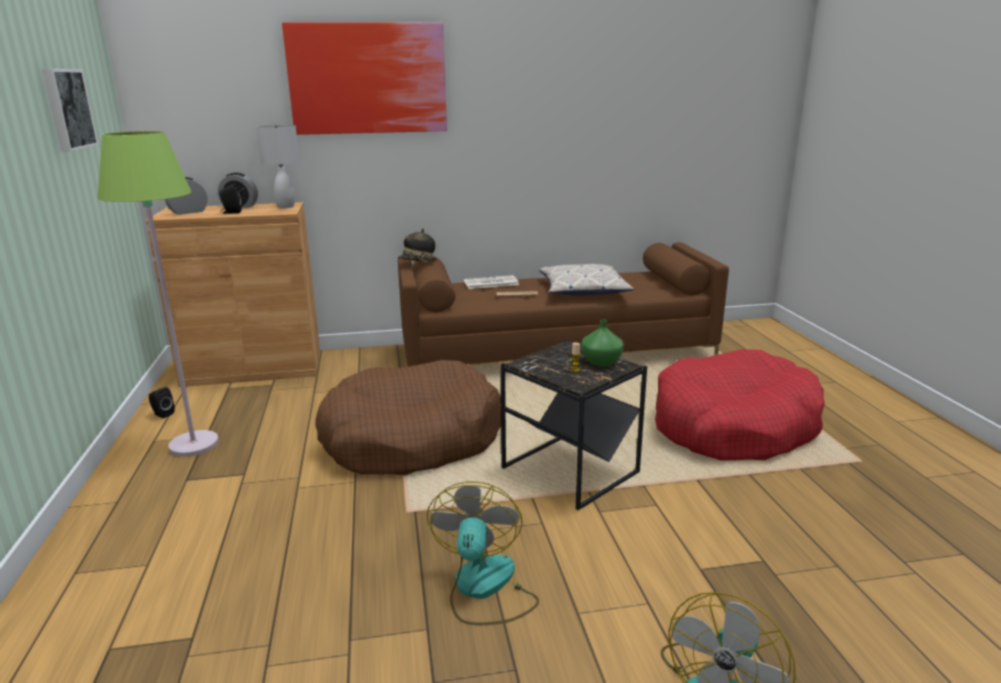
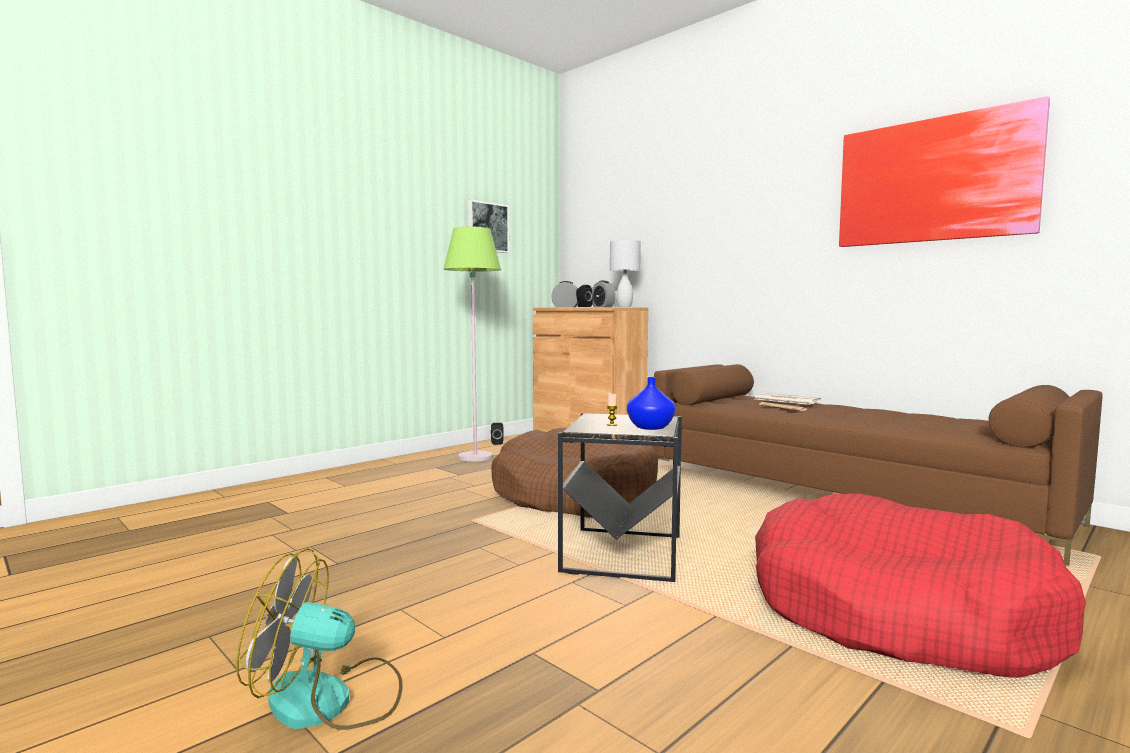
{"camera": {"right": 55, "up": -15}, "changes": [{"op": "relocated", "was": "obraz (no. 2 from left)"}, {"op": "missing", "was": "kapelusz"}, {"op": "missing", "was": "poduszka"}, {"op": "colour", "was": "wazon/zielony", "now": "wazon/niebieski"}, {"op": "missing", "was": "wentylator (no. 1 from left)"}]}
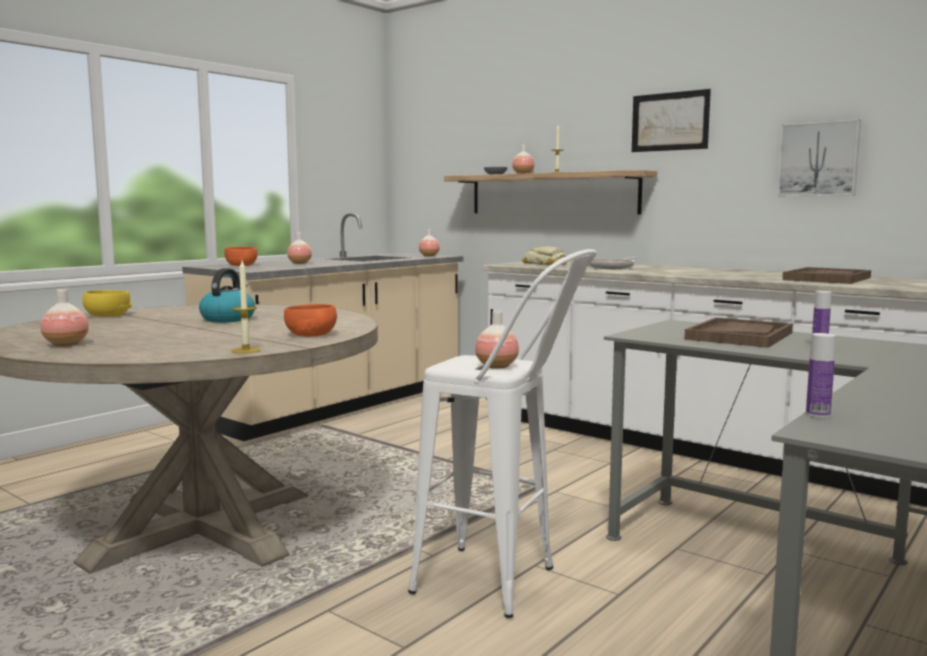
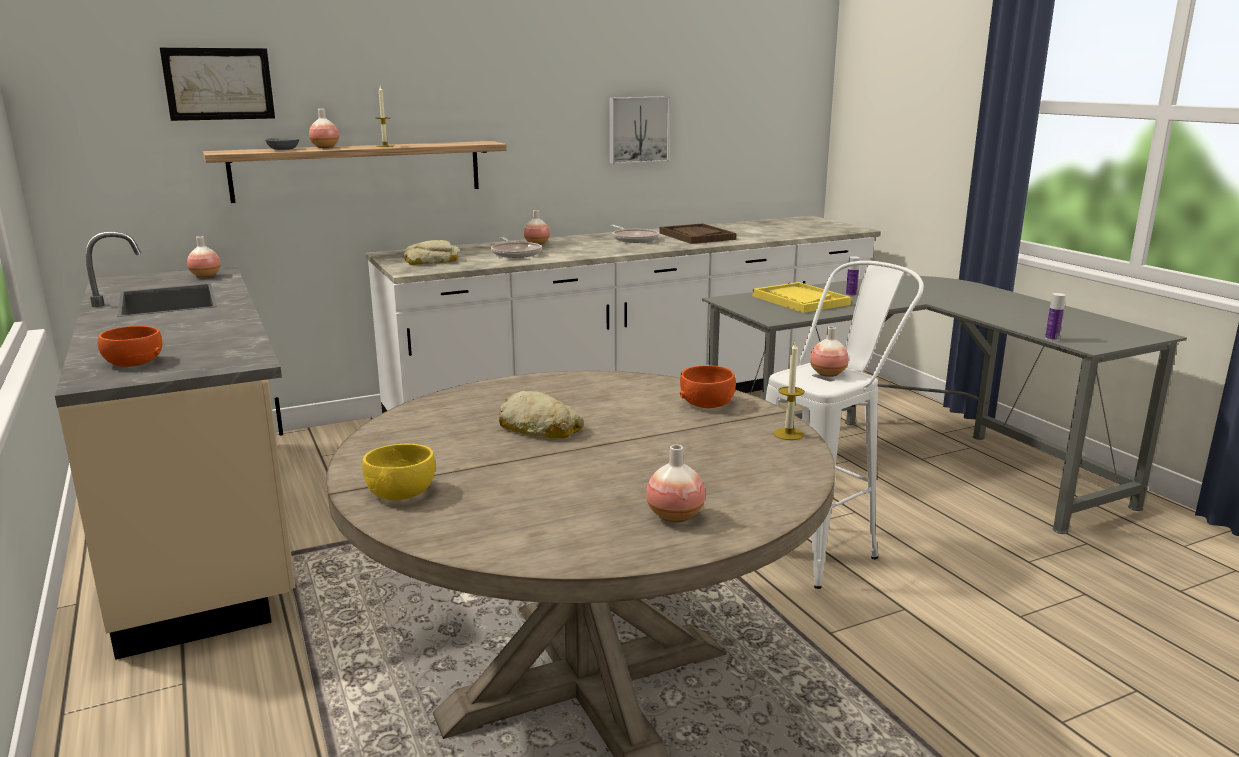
{"camera": {"right": -65, "up": 10}, "changes": [{"op": "relocated", "was": "obraz (no. 1 from left)"}, {"op": "relocated", "was": "wazon (no. 2 from left in the first image)", "now": "wazon (no. 3 from left)"}, {"op": "exchanged", "was": "czajnik", "now": "chleb (no. 2 from left)"}, {"op": "colour", "was": "taca/brązowy (no. 1 from left)", "now": "taca/żółty"}, {"op": "appeared", "now": "patelnia (no. 2 from left)"}]}
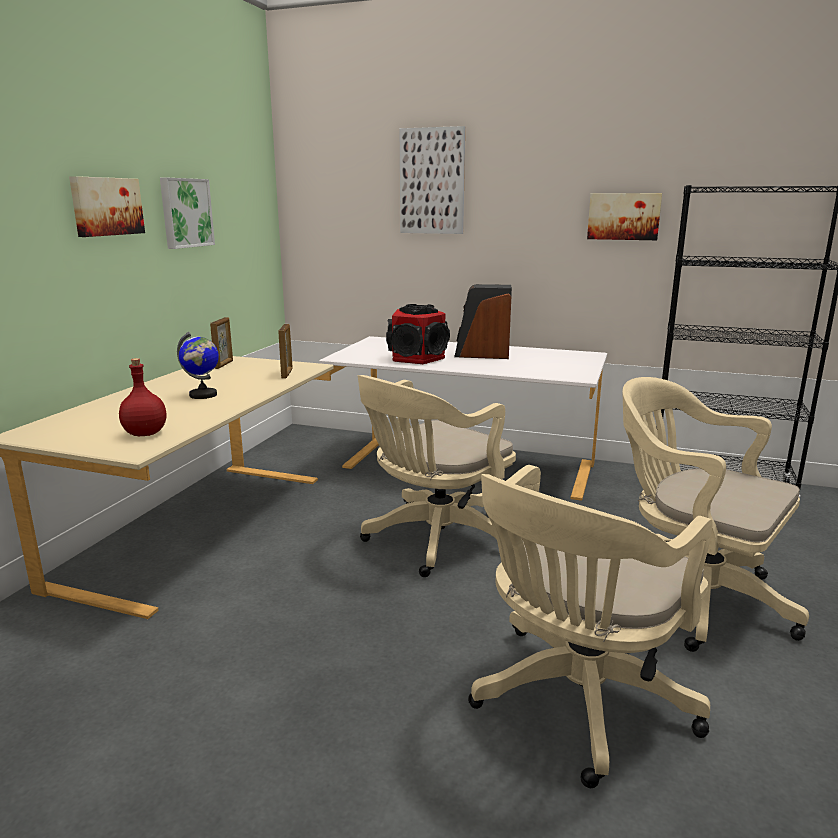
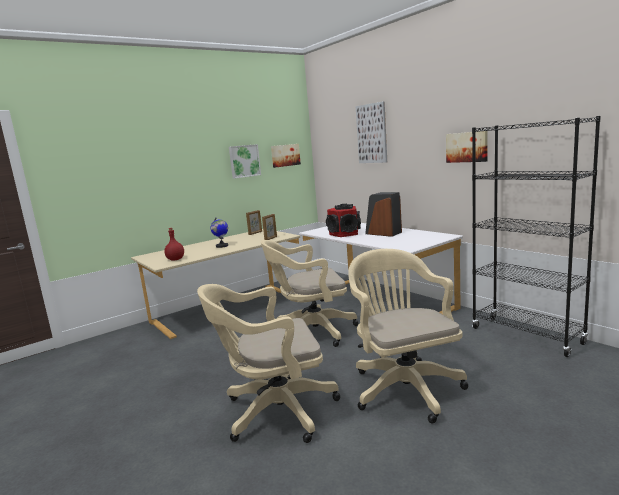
{"camera": {"right": 35, "up": -5}, "changes": [{"op": "relocated", "was": "obraz (no. 1 from left in the first image)", "now": "obraz (no. 2 from left)"}]}
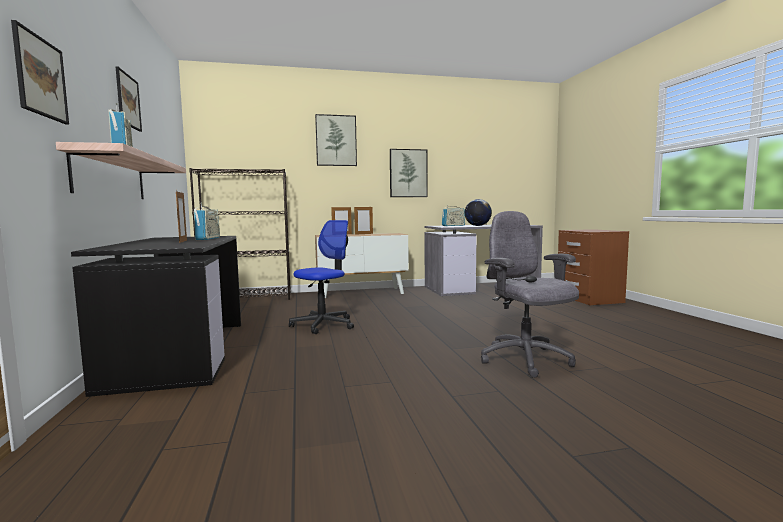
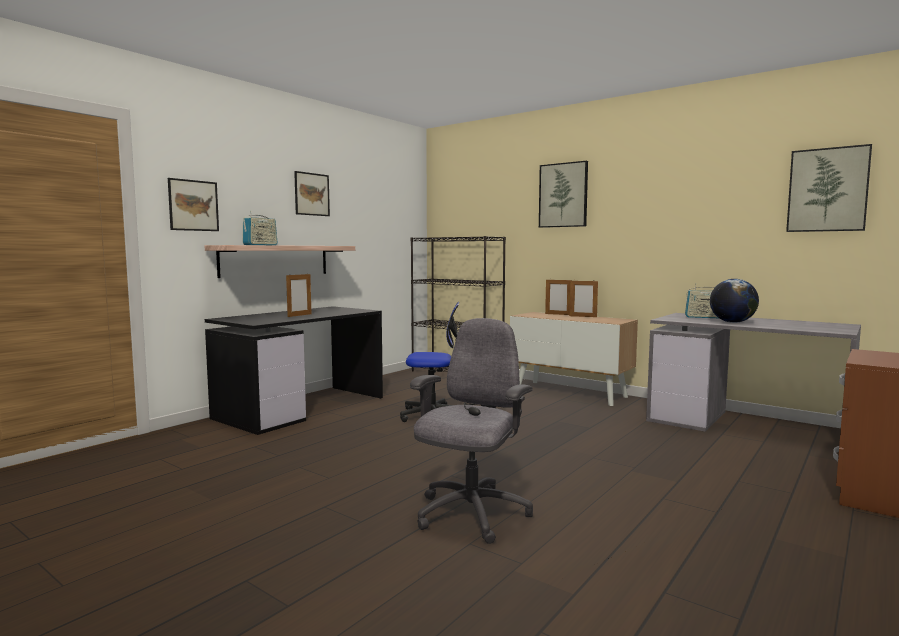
{"camera": {"right": 50, "up": 0}, "changes": [{"op": "relocated", "was": "obraz (no. 4 from left)"}, {"op": "missing", "was": "radio (no. 2 from left)"}]}
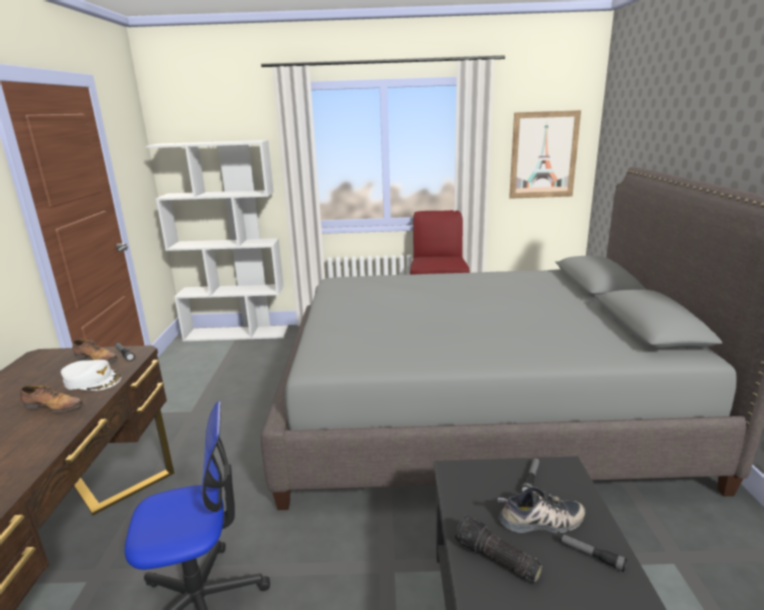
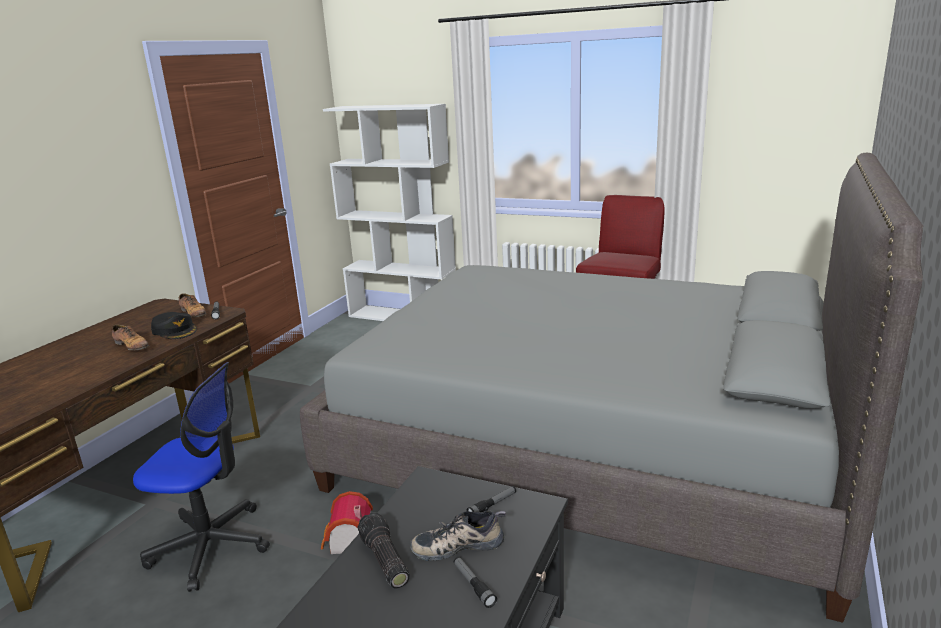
{"camera": {"right": 25, "up": 0}, "changes": [{"op": "missing", "was": "obraz"}, {"op": "colour", "was": "czapka z daszkiem/biały", "now": "czapka z daszkiem/czarny"}, {"op": "spun", "was": "but (no. 3 from left)", "clockwise": 150}, {"op": "appeared", "now": "domek"}]}
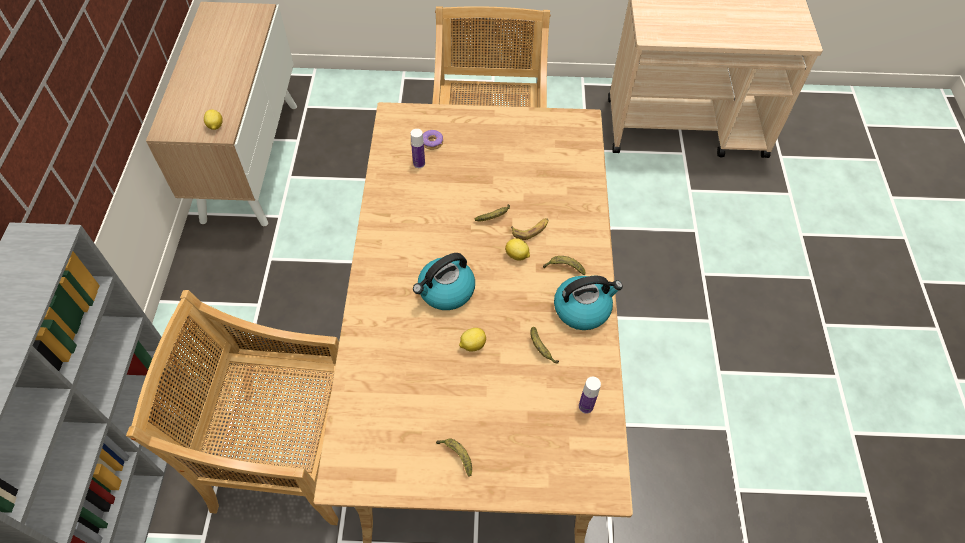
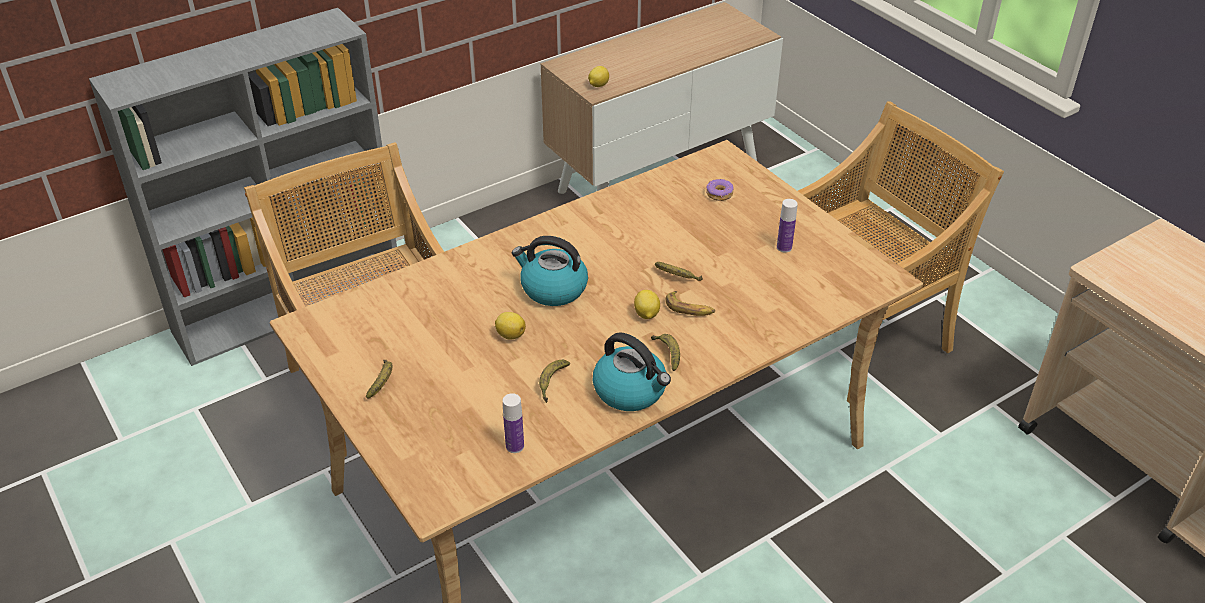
{"camera": {"right": 55, "up": -15}, "changes": [{"op": "relocated", "was": "butelka (no. 1 from left in the first image)", "now": "butelka (no. 2 from left)"}]}
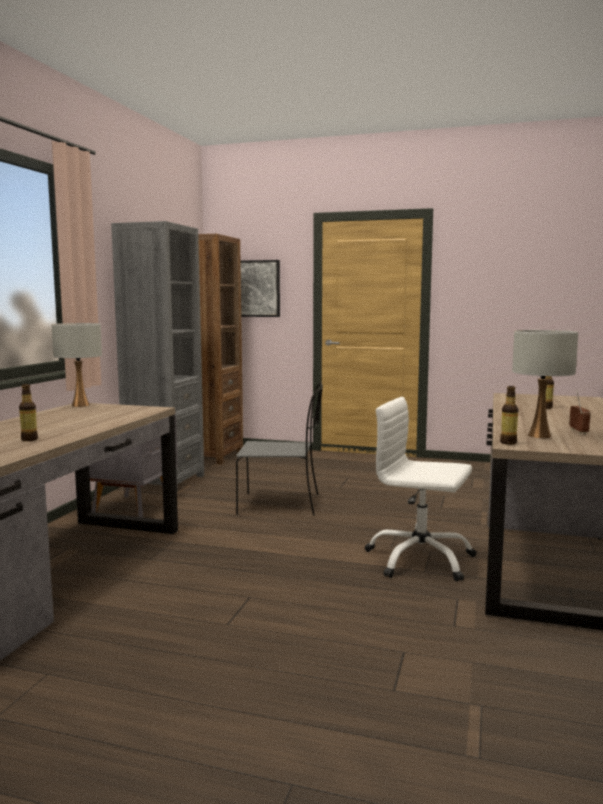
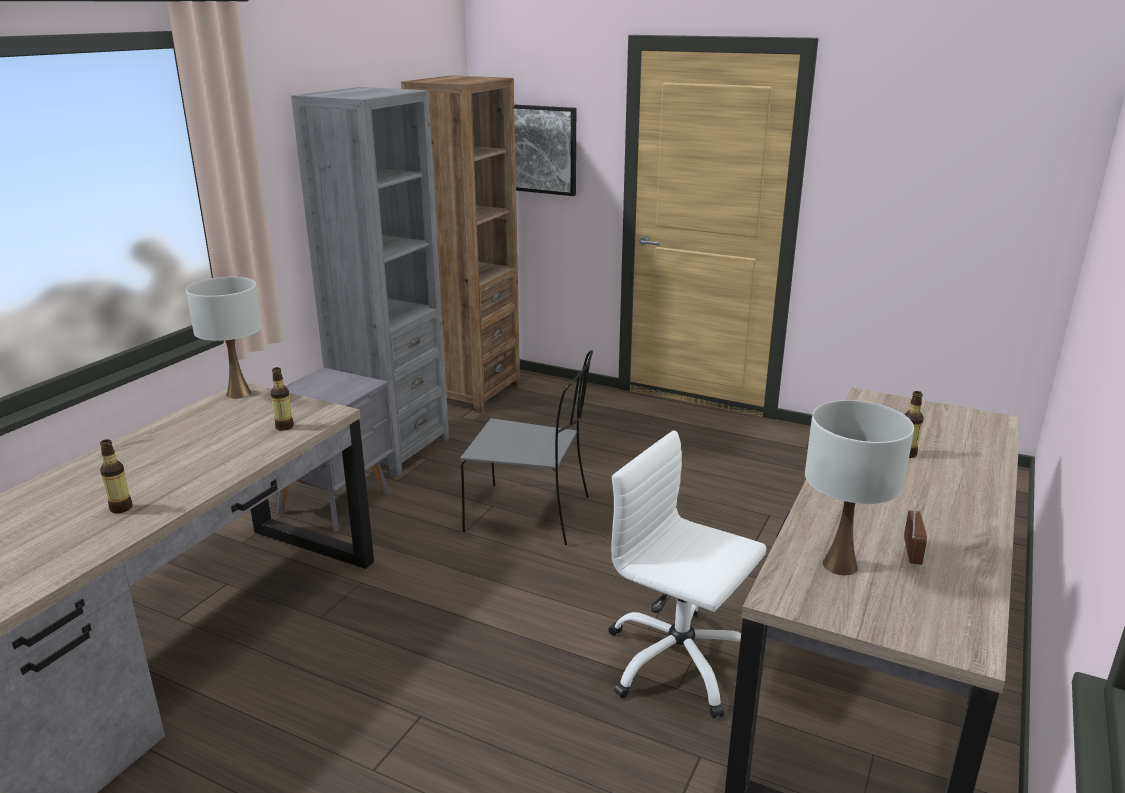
{"camera": {"right": 10, "up": 15}, "changes": [{"op": "relocated", "was": "butelka (no. 2 from left)"}]}
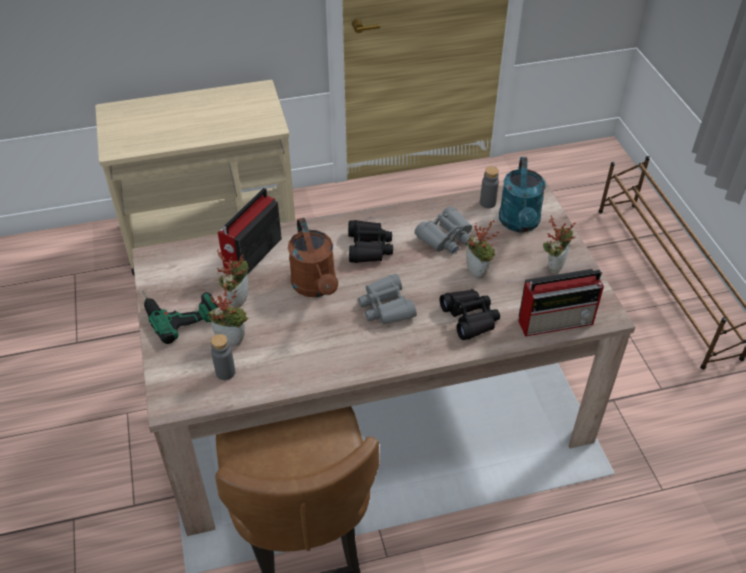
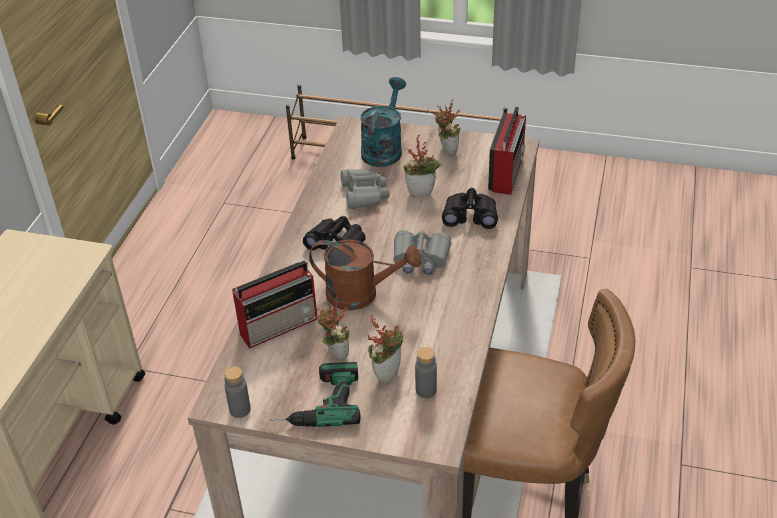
{"camera": {"right": -60, "up": -5}, "changes": [{"op": "spun", "was": "konewka/turkusowy", "clockwise": -105}, {"op": "relocated", "was": "butelka/szary (no. 2 from left in the first image)", "now": "butelka/szary (no. 1 from left)"}, {"op": "spun", "was": "radio (no. 1 from left)", "clockwise": -90}]}
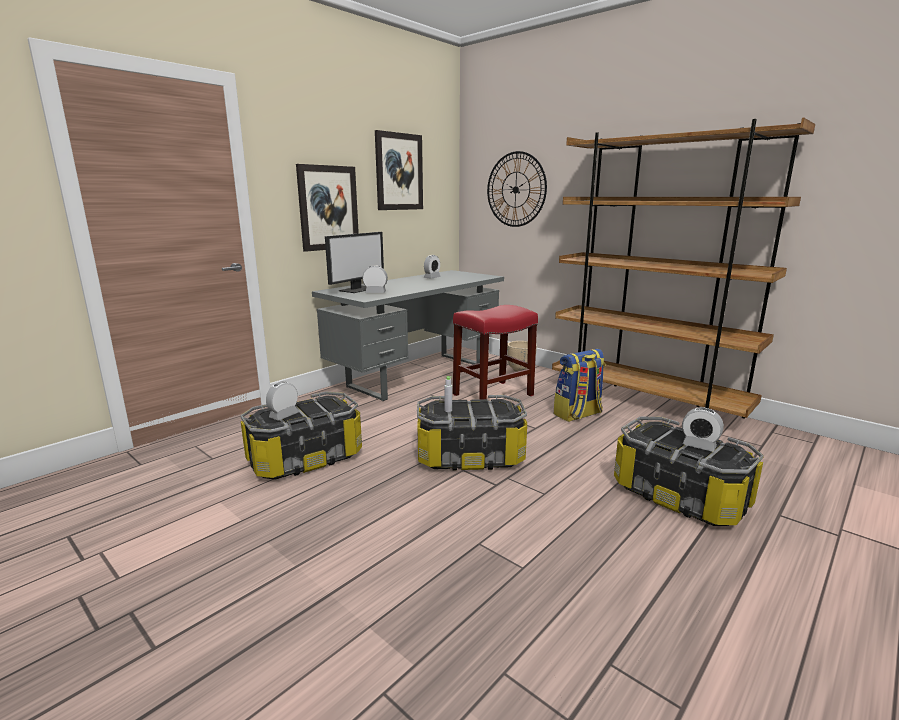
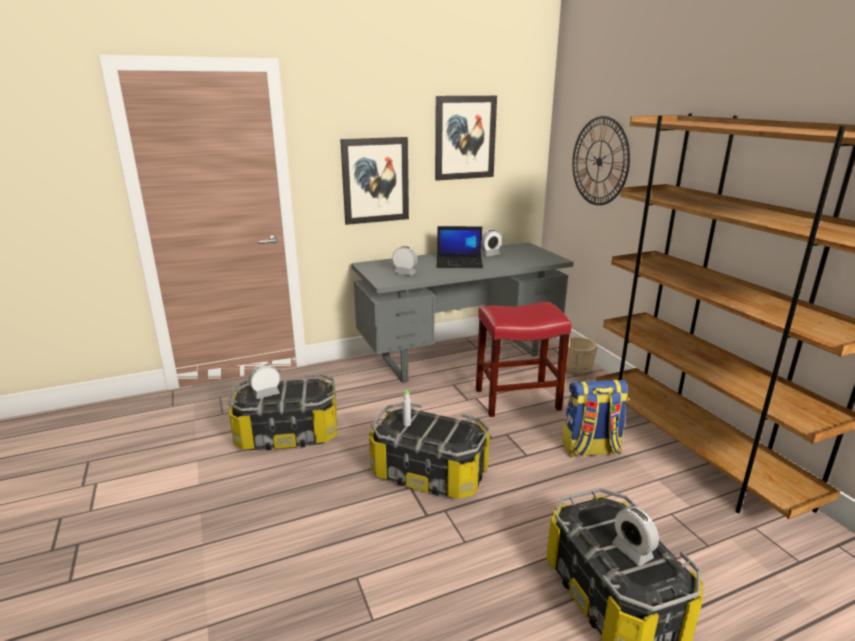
{"camera": {"right": 25, "up": 5}, "changes": [{"op": "missing", "was": "monitor"}, {"op": "appeared", "now": "laptop"}]}
